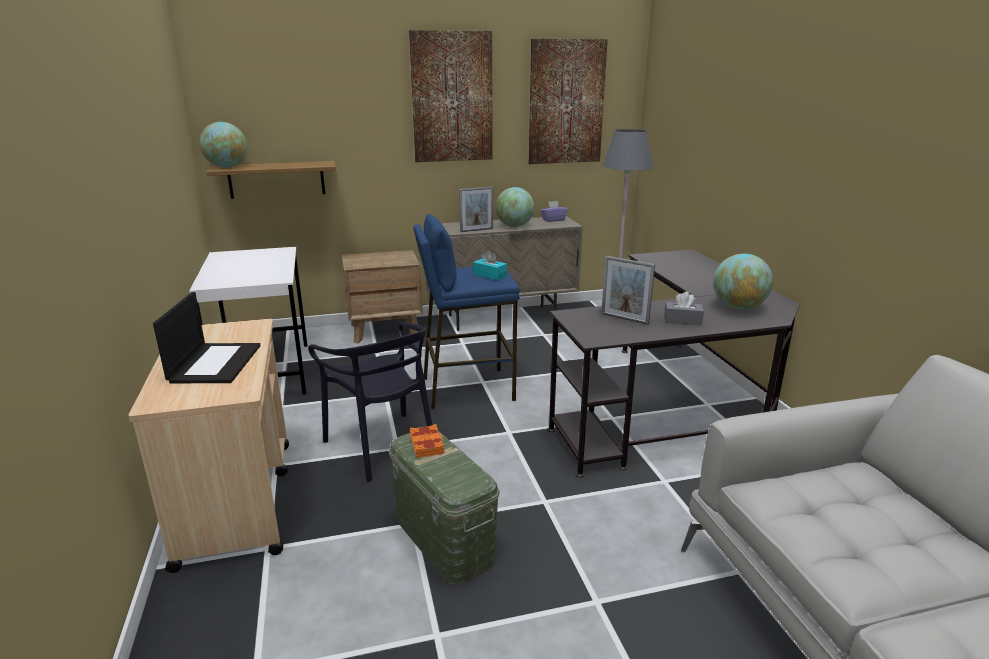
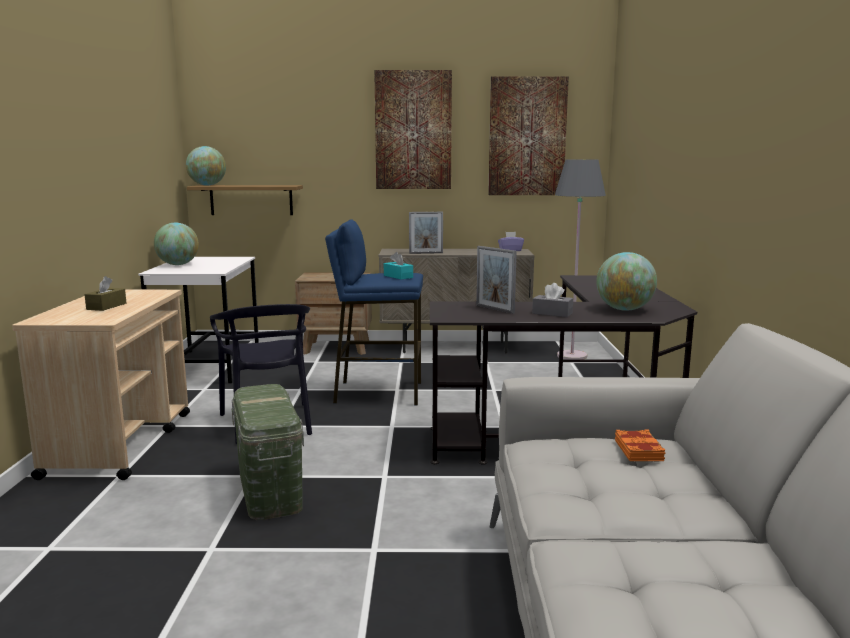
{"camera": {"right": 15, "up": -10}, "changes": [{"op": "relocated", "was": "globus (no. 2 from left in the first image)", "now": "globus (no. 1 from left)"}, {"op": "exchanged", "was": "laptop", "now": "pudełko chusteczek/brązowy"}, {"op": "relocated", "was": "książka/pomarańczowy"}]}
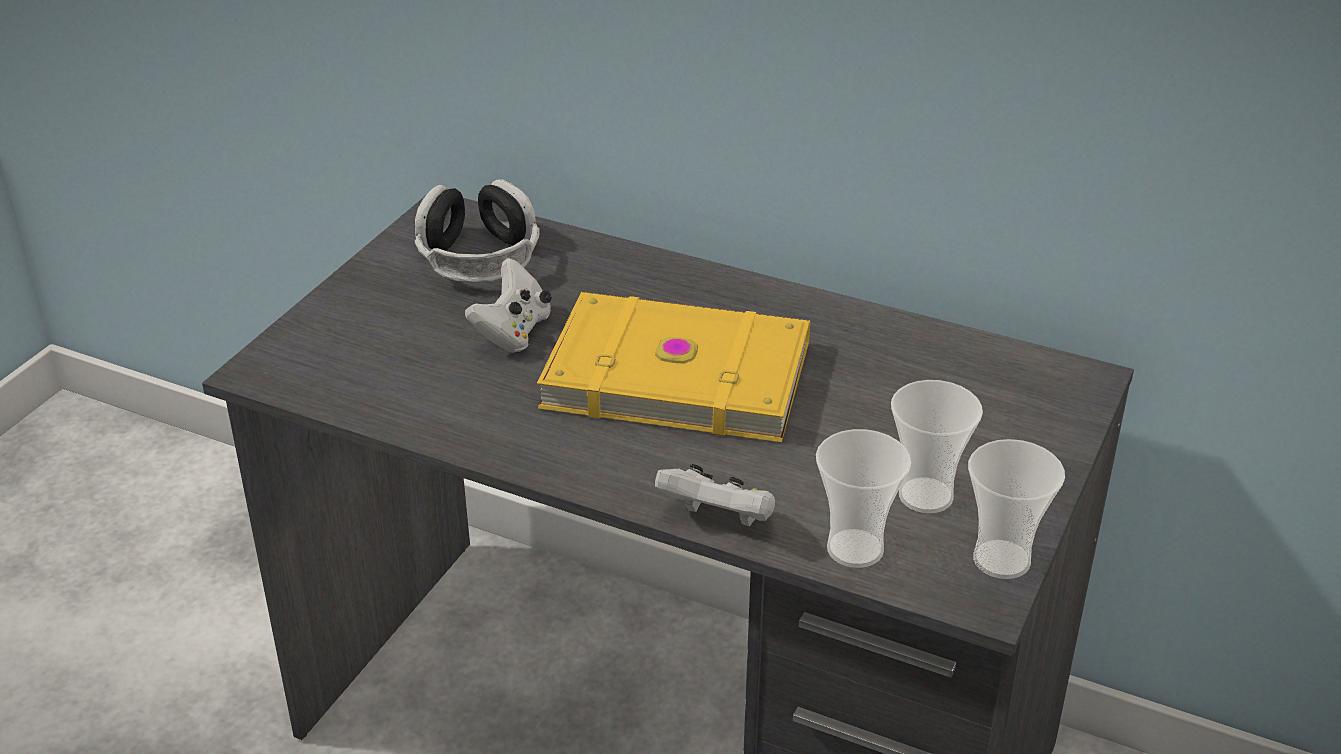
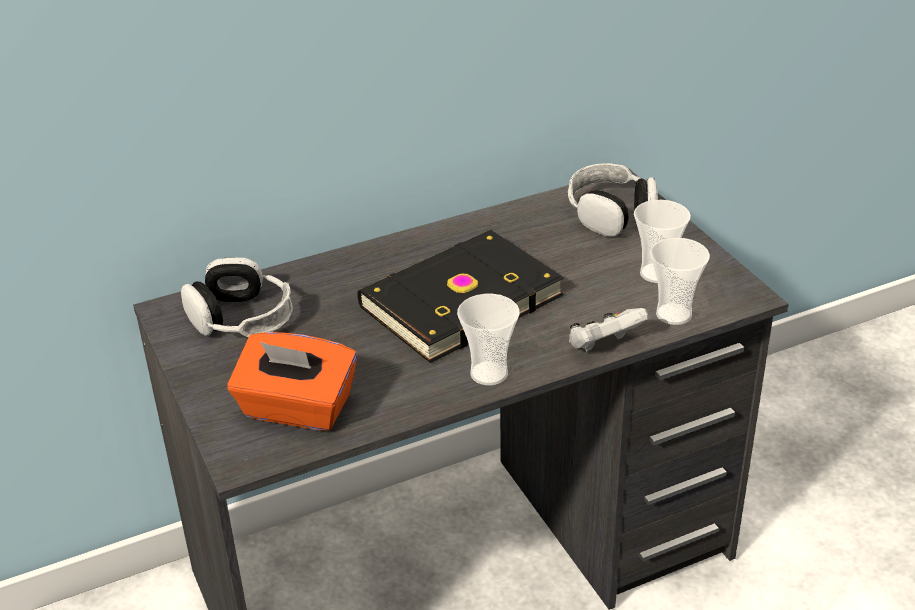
{"camera": {"right": -50, "up": 0}, "changes": [{"op": "missing", "was": "pad do gier/biały (no. 1 from left)"}, {"op": "colour", "was": "książka/żółty", "now": "książka/czarny"}, {"op": "relocated", "was": "filiżanka (no. 3 from left in the first image)", "now": "filiżanka (no. 1 from left)"}, {"op": "appeared", "now": "słuchawki (no. 2 from left)"}, {"op": "appeared", "now": "pudełko chusteczek/pomarańczowy"}]}
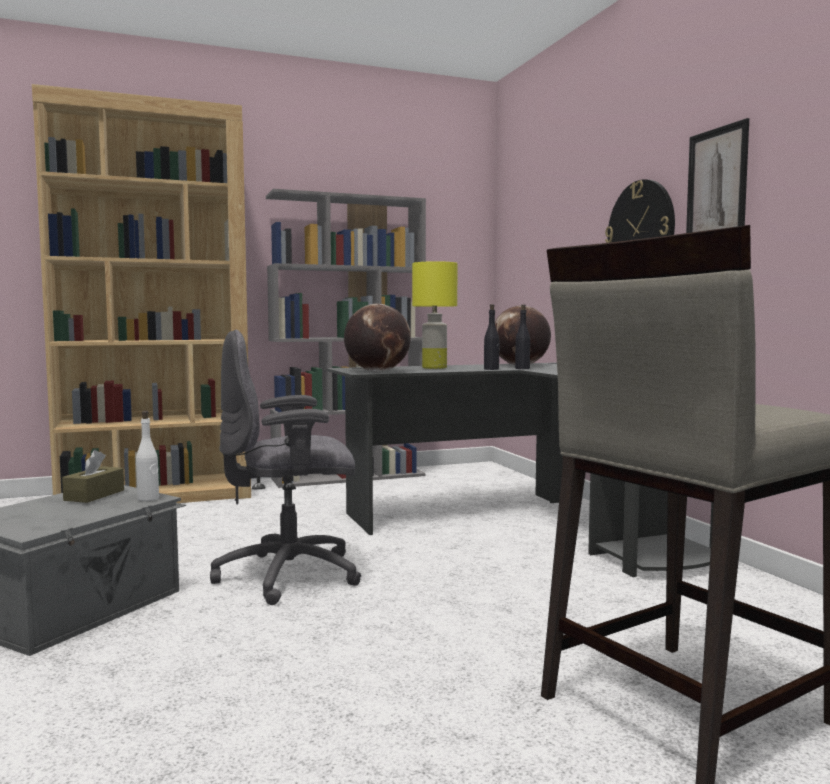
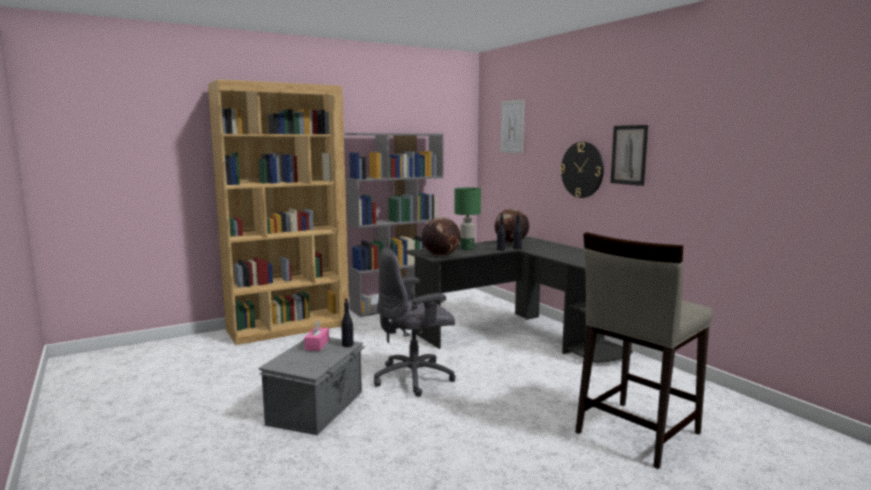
{"camera": {"right": -10, "up": 5}, "changes": [{"op": "colour", "was": "lampa stołowa/żółty", "now": "lampa stołowa/zielony"}, {"op": "colour", "was": "butelka/biały", "now": "butelka/czarny (no. 1 from left)"}, {"op": "colour", "was": "pudełko chusteczek/brązowy", "now": "pudełko chusteczek/różowy"}, {"op": "appeared", "now": "obraz (no. 1 from left)"}]}
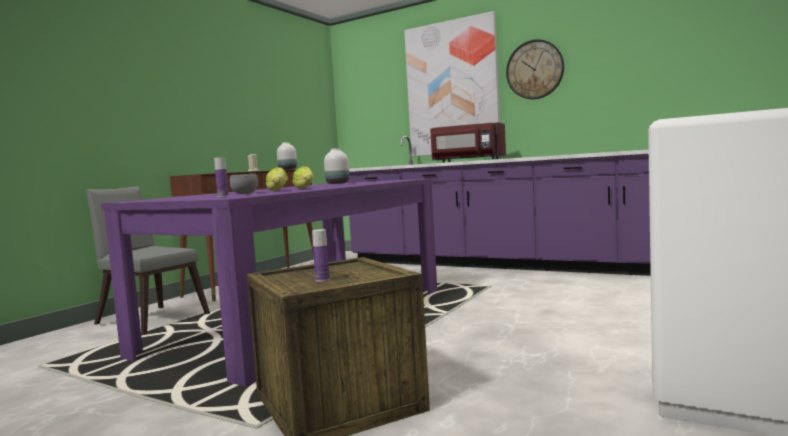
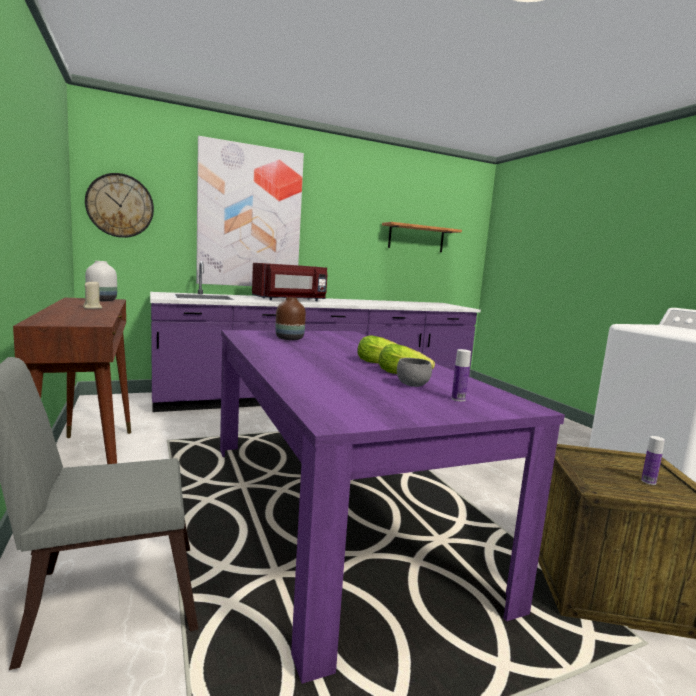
{"camera": {"right": -55, "up": 5}, "changes": [{"op": "relocated", "was": "zegar ścienny"}, {"op": "colour", "was": "wazon/biały (no. 2 from left)", "now": "wazon/brązowy"}, {"op": "appeared", "now": "półka"}]}
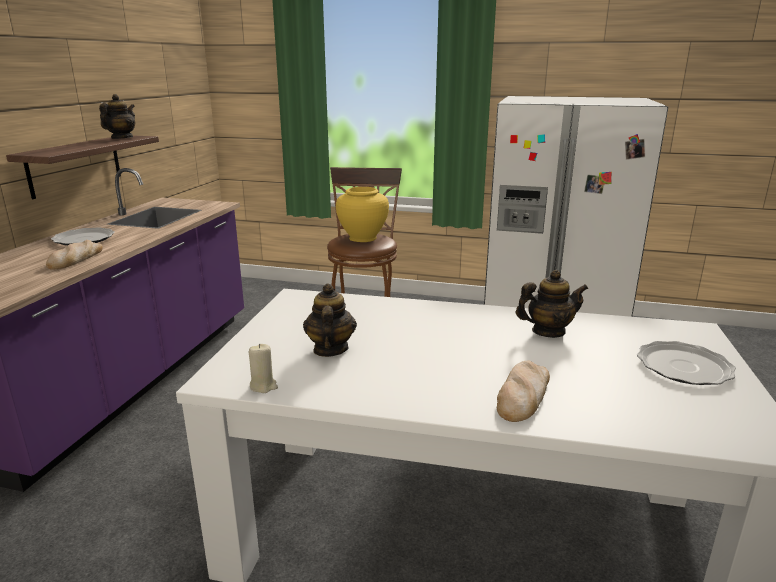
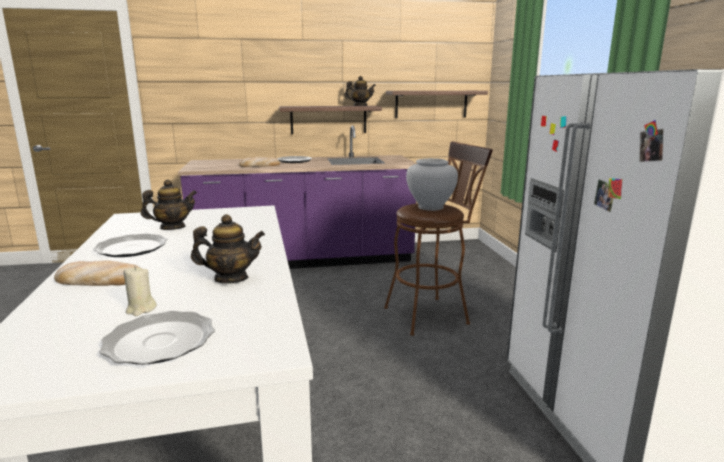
{"camera": {"right": 65, "up": -5}, "changes": [{"op": "colour", "was": "wazon/żółty", "now": "wazon/biały"}, {"op": "spun", "was": "imbryk (no. 3 from left in the first image)", "clockwise": -60}, {"op": "relocated", "was": "świeca/beżowy"}, {"op": "appeared", "now": "półka (no. 2 from left)"}, {"op": "appeared", "now": "talerz (no. 1 from left)"}]}
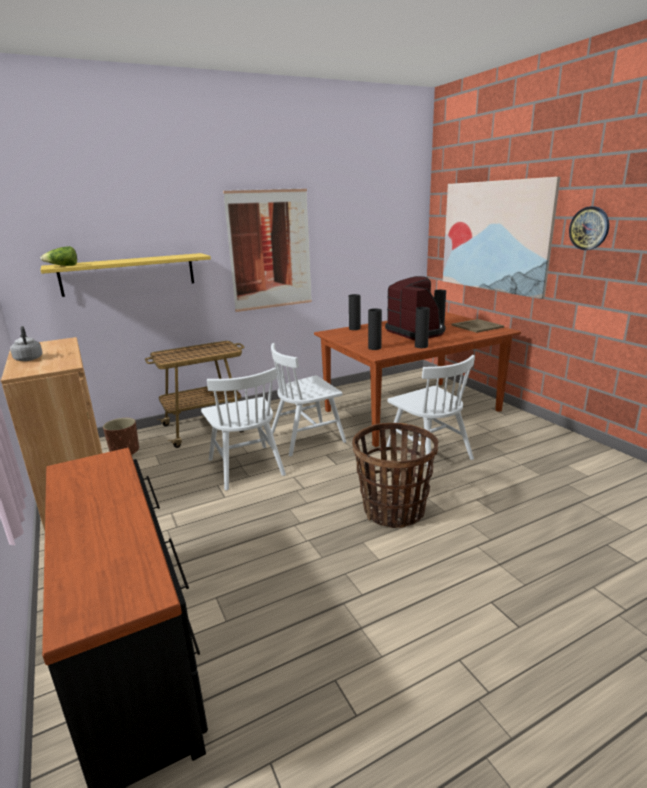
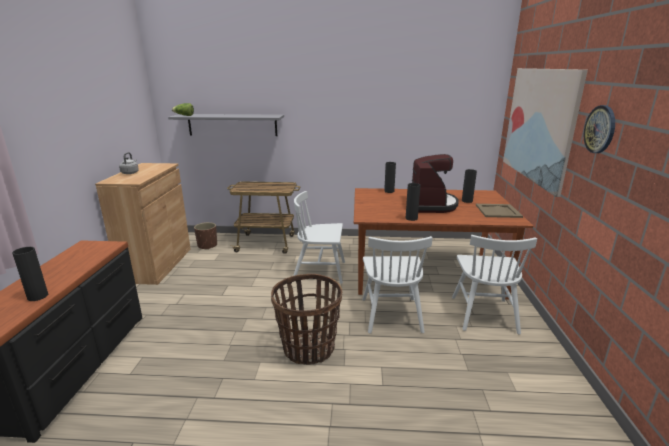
{"camera": {"right": 30, "up": 0}, "changes": [{"op": "missing", "was": "obraz (no. 1 from left)"}, {"op": "colour", "was": "półka/żółty", "now": "półka/szary"}, {"op": "relocated", "was": "wazon/czarny (no. 2 from left in the first image)", "now": "wazon/czarny (no. 1 from left)"}, {"op": "relocated", "was": "krzesło/biały (no. 1 from left in the first image)", "now": "krzesło/biały (no. 3 from left)"}]}
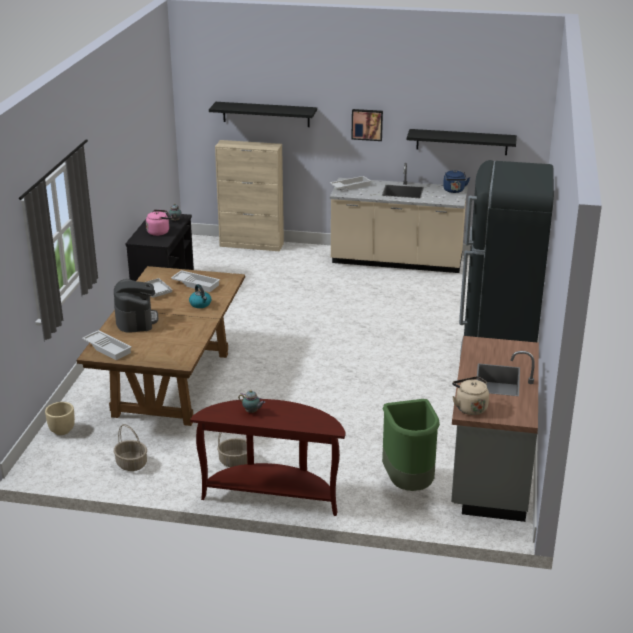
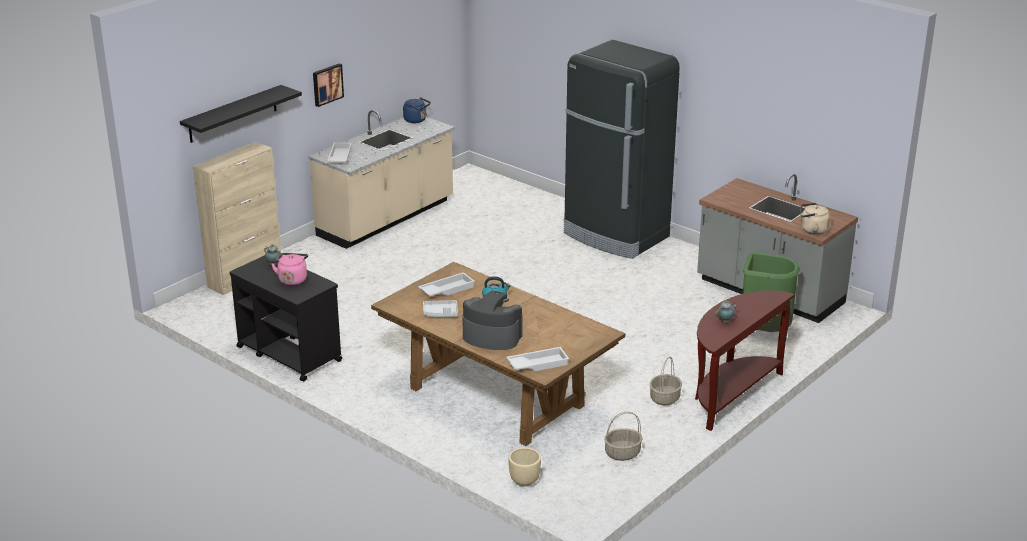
{"camera": {"right": -60, "up": 0}, "changes": [{"op": "missing", "was": "półka/czarny (no. 2 from left)"}]}
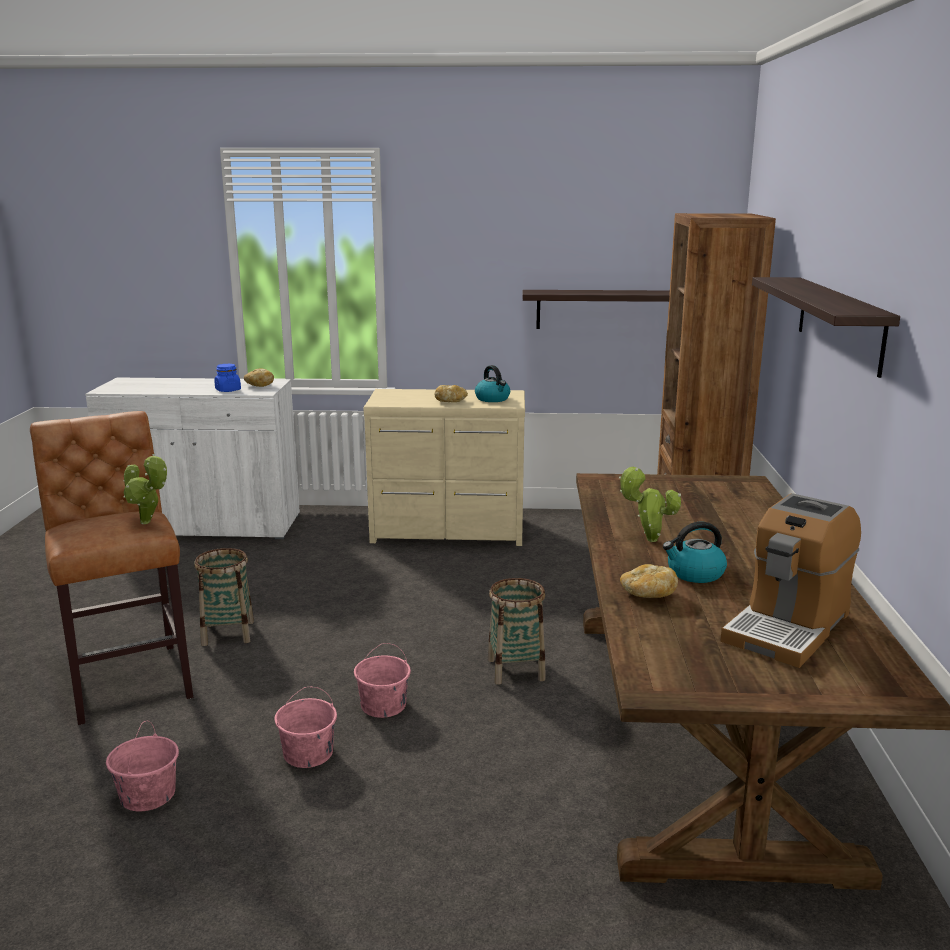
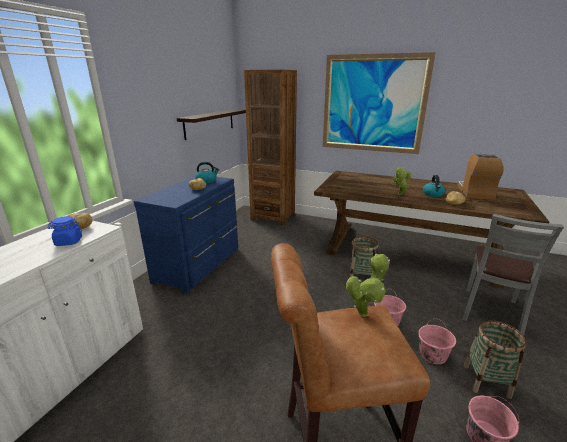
{"camera": {"right": -70, "up": 5}, "changes": [{"op": "exchanged", "was": "półka (no. 2 from left)", "now": "obraz"}, {"op": "colour", "was": "komoda/beżowy", "now": "komoda/niebieski"}, {"op": "spun", "was": "ekspres do kawy", "clockwise": -135}, {"op": "relocated", "was": "koszyk (no. 1 from left in the first image)", "now": "koszyk (no. 2 from left)"}, {"op": "appeared", "now": "krzesło/szary"}]}
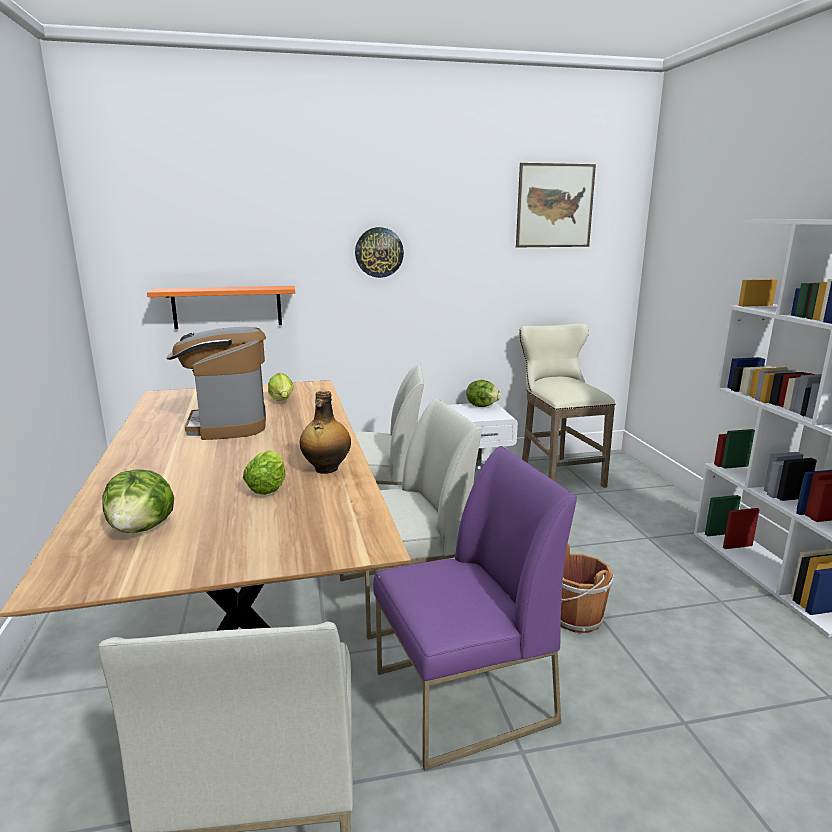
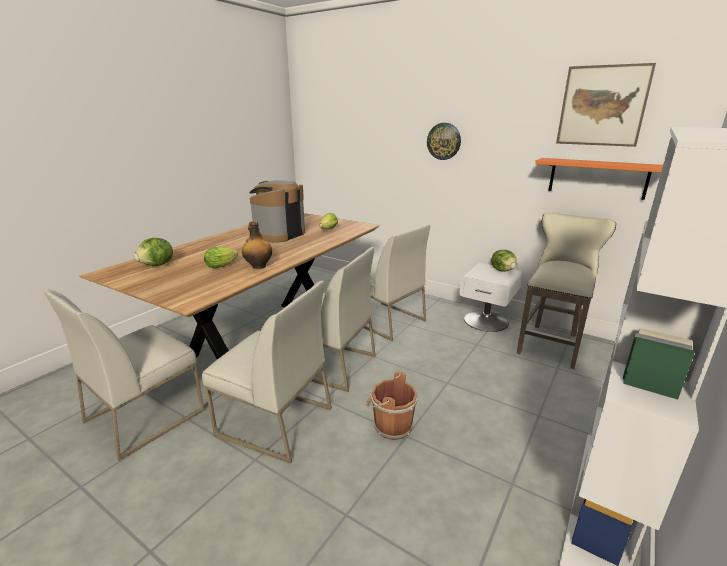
{"camera": {"right": 45, "up": 5}, "changes": [{"op": "relocated", "was": "półka/pomarańczowy"}, {"op": "colour", "was": "krzesło/fioletowy", "now": "krzesło/biały (no. 2 from left)"}]}
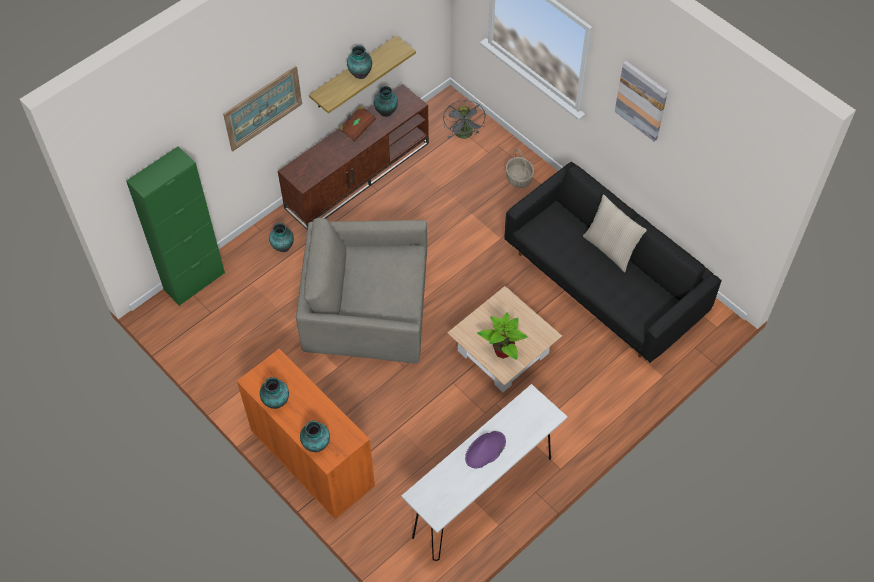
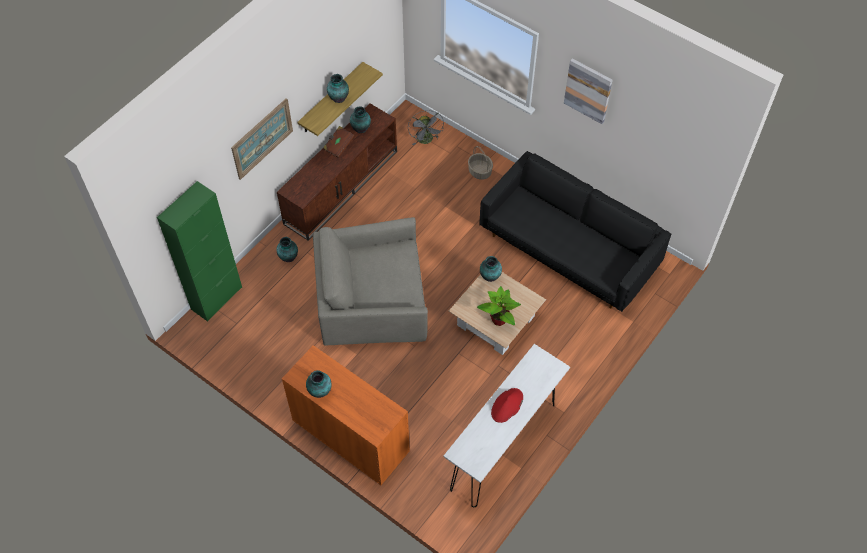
{"camera": {"right": -10, "up": 0}, "changes": [{"op": "missing", "was": "poduszka/beżowy"}, {"op": "relocated", "was": "wazon (no. 3 from left in the first image)", "now": "wazon (no. 5 from left)"}, {"op": "colour", "was": "kapelusz/fioletowy", "now": "kapelusz/czerwony"}]}
